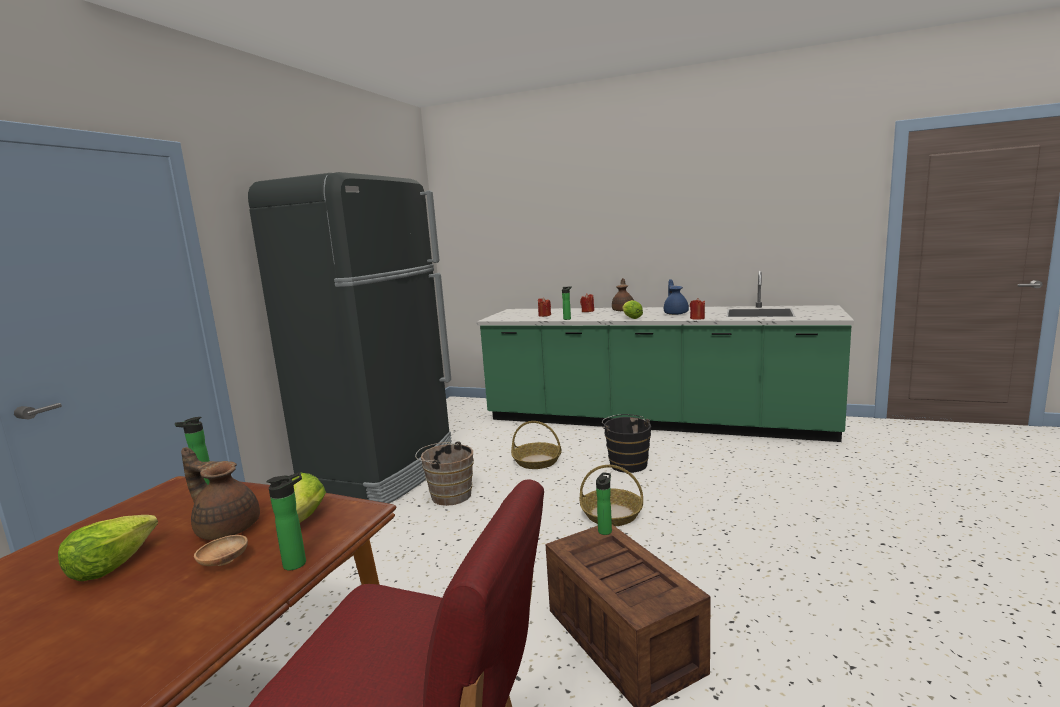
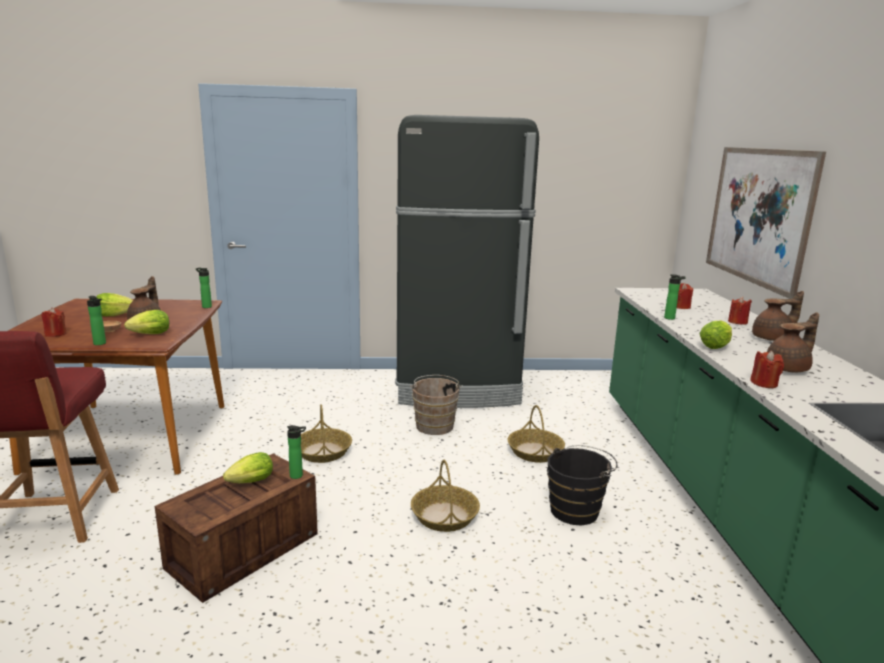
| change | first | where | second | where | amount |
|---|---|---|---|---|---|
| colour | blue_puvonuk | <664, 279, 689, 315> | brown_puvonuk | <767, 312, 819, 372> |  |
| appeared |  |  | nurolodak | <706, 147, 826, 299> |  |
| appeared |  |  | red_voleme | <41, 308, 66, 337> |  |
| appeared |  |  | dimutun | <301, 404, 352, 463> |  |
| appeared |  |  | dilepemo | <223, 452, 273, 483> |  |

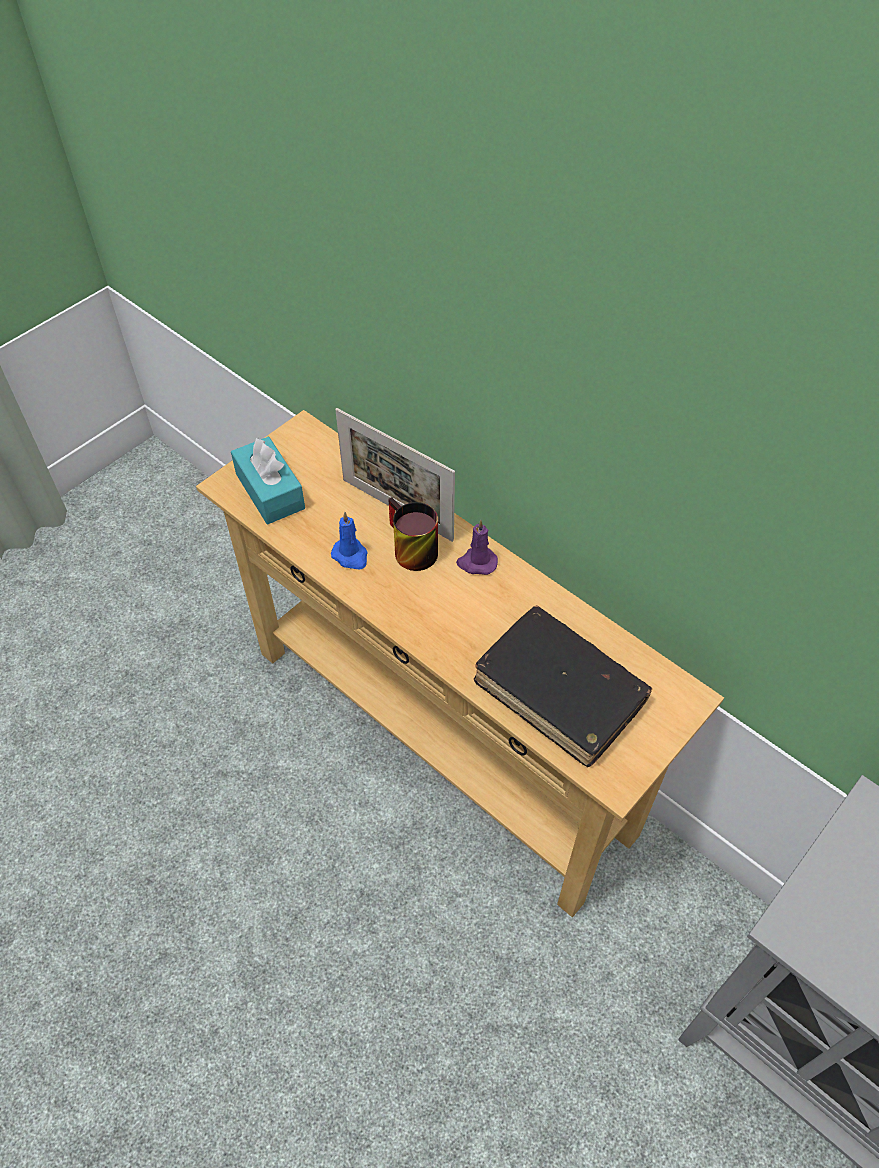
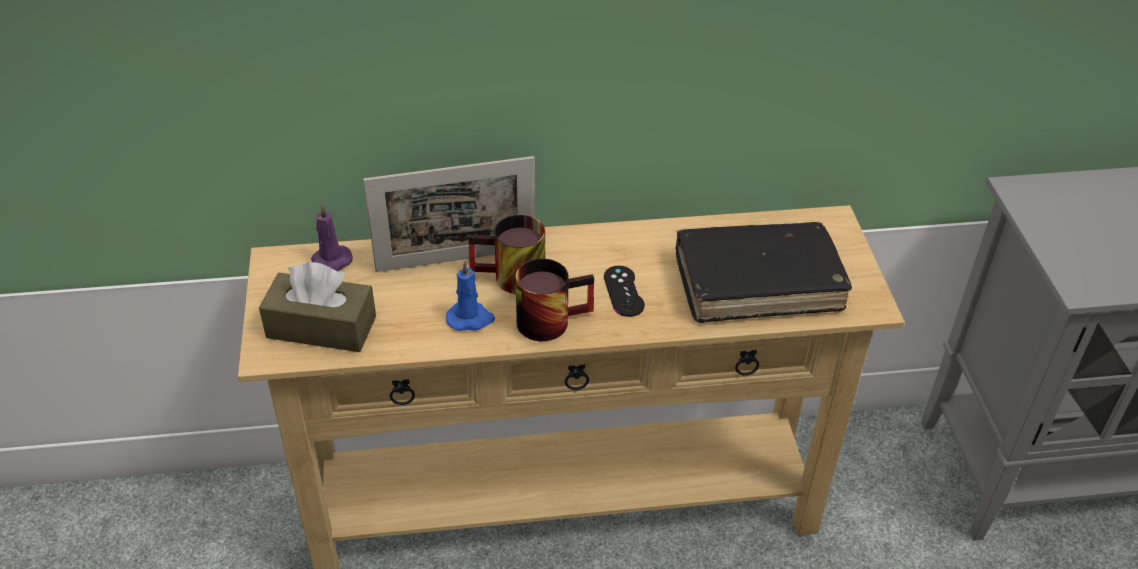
| change | first | where | second | where | amount |
|---|---|---|---|---|---|
| colour | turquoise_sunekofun | <231, 437, 305, 524> | brown_sunekofun | <259, 262, 376, 352> |  |
| relocated | purple_voleme | <456, 520, 498, 575> |  | <311, 204, 353, 271> |  |
| appeared |  |  | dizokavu | <516, 259, 594, 341> |  |
| appeared |  |  | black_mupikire | <604, 266, 645, 317> |  |

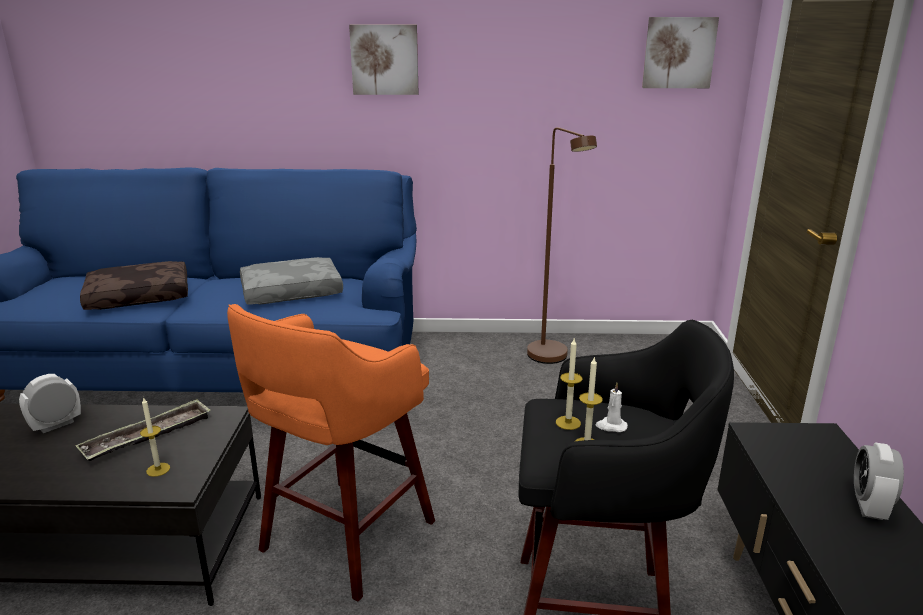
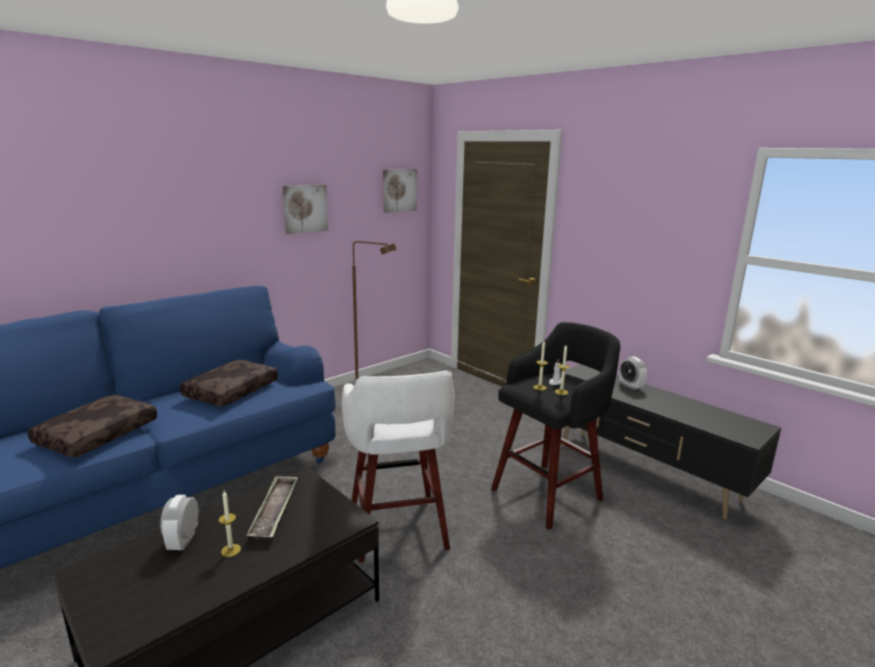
| change | first | where | second | where | amount |
|---|---|---|---|---|---|
| relocated | nurolodak | <349, 25, 419, 95> |  | <283, 184, 328, 234> |  |
| colour | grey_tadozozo | <240, 257, 343, 304> | brown_tadozozo | <180, 360, 278, 407> |  |
| colour | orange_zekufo | <227, 304, 435, 601> | white_zekufo | <342, 371, 454, 563> |  |
| relocated | voleme | <140, 397, 170, 477> |  | <219, 491, 241, 557> |  |

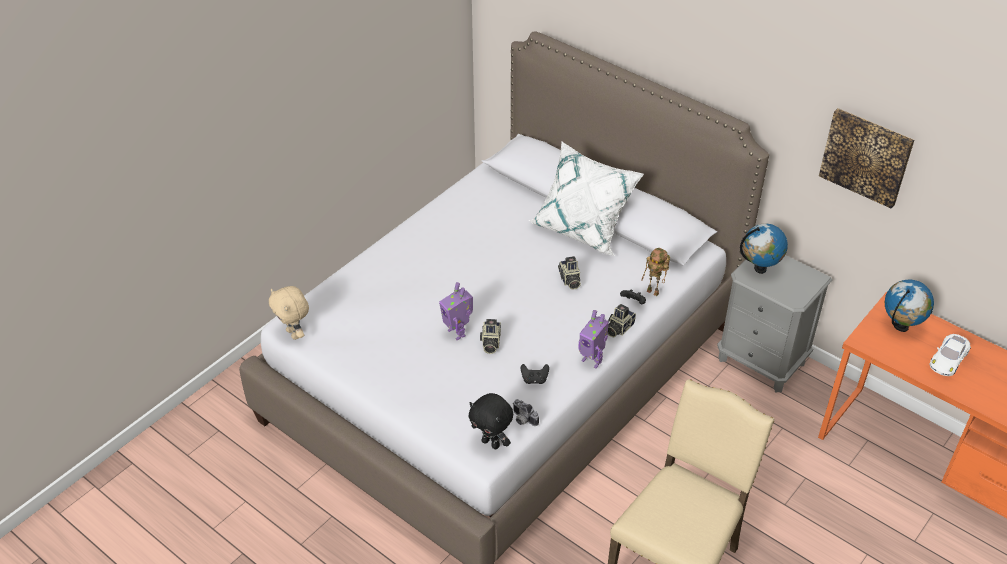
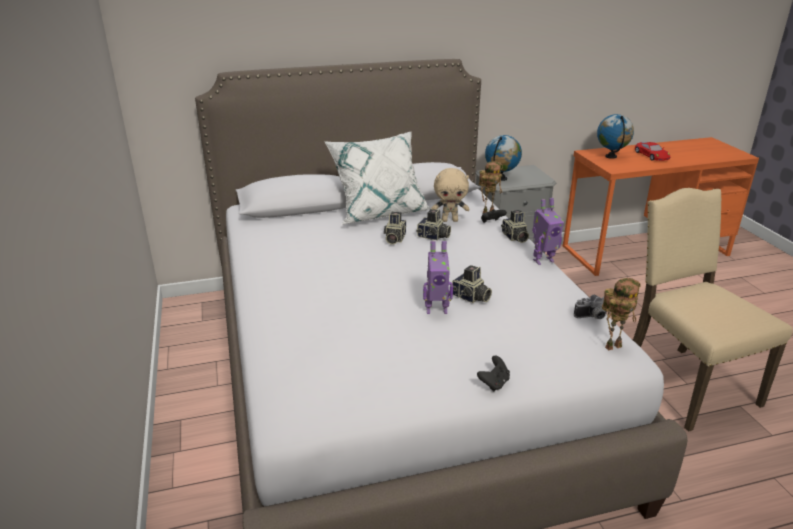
| change | first | where | second | where | amount |
|---|---|---|---|---|---|
| missing | nurolodak | <819, 108, 914, 209> |  |  |  |
| relocated | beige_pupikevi | <269, 286, 309, 340> |  | <431, 168, 470, 222> |  |
| colour | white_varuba | <930, 334, 971, 376> | red_varuba | <635, 142, 670, 161> |  |
| relocated | black_mupikire | <521, 364, 549, 384> |  | <477, 355, 510, 391> |  |
| exchanged | black_pupikevi | <469, 393, 513, 449> | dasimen | <602, 278, 640, 351> |  |
| appeared |  |  | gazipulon | <384, 212, 406, 244> |  |

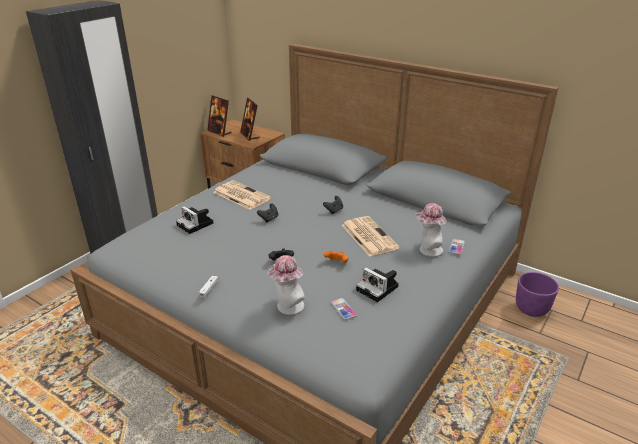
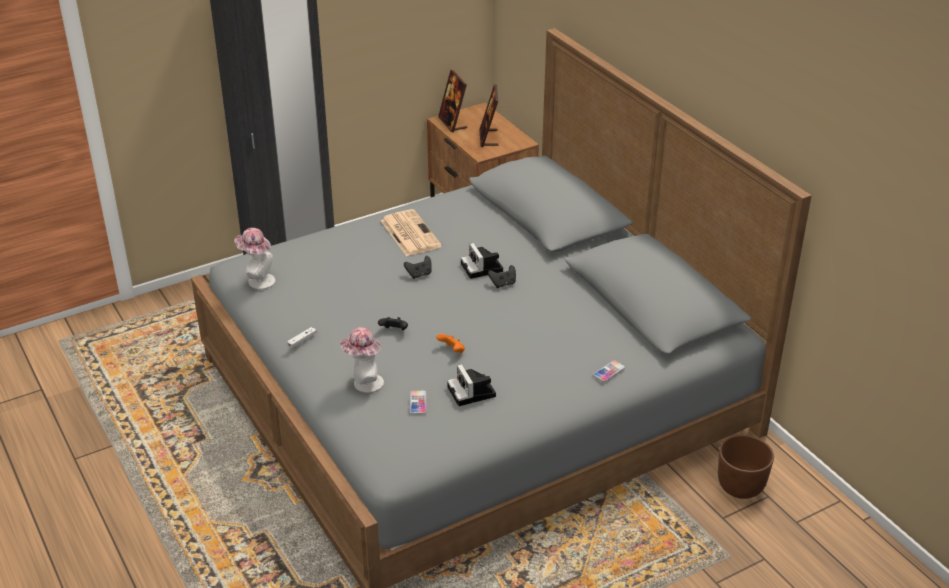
| change | first | where | second | where | amount |
|---|---|---|---|---|---|
| relocated | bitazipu | <416, 203, 447, 257> |  | <234, 228, 276, 289> |  |
| relocated | gazipulon | <176, 206, 214, 234> |  | <461, 243, 503, 279> |  |
| missing | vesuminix | <341, 216, 400, 257> |  |  |  |
| colour | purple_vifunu | <516, 272, 559, 317> | brown_vifunu | <718, 435, 774, 499> |  |

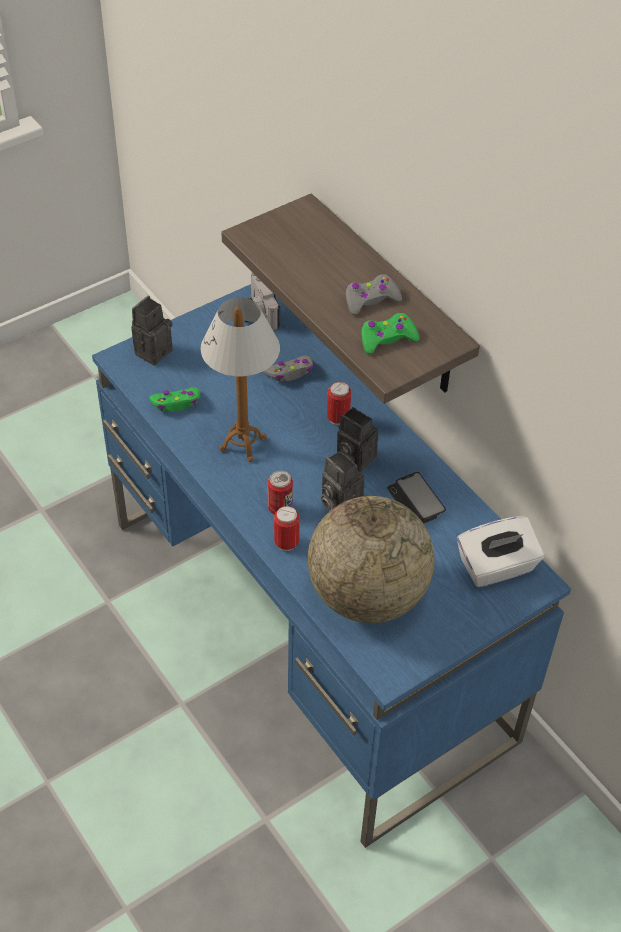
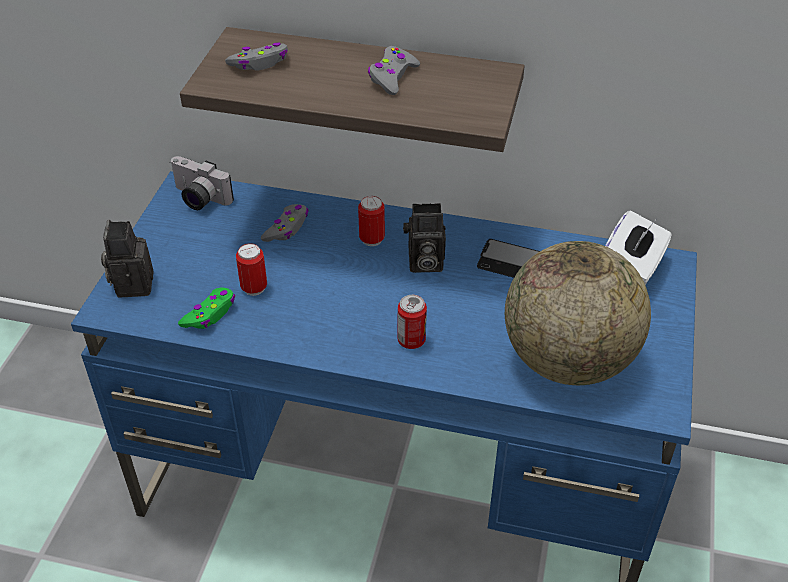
| change | first | where | second | where | amount |
|---|---|---|---|---|---|
| missing | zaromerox | <201, 297, 280, 462> |  |  |  |
| missing | green_mupikire | <361, 313, 419, 354> |  |  |  |
| missing | gazipulon | <321, 451, 365, 511> |  |  |  |
| relocated | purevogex | <274, 506, 300, 551> |  | <236, 243, 267, 296> |  |
| appeared |  |  | grey_mupikire | <225, 43, 288, 71> |  |

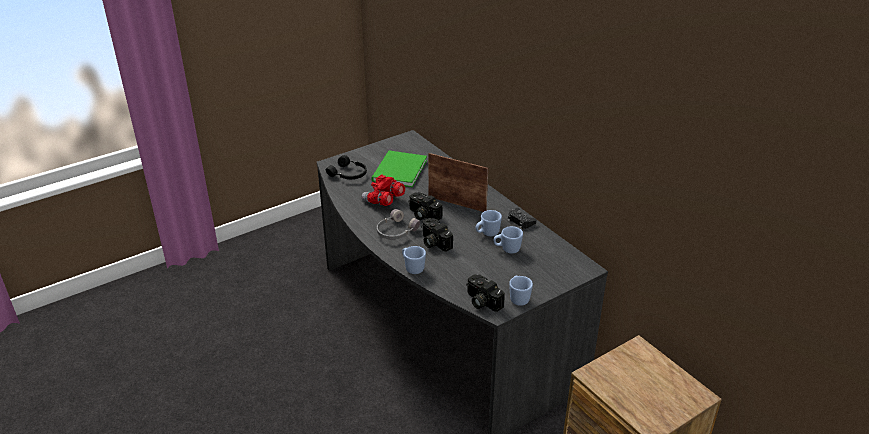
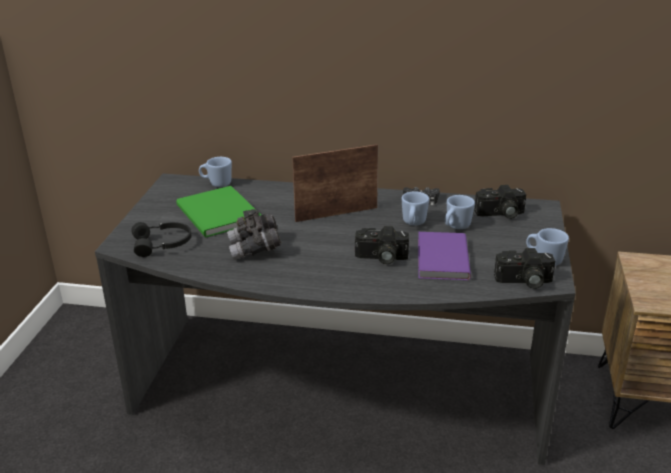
| change | first | where | second | where | amount |
|---|---|---|---|---|---|
| colour | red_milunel | <362, 174, 405, 206> | grey_milunel | <227, 209, 281, 260> |  |
| relocated | gazipulon | <408, 192, 442, 221> |  | <474, 185, 526, 219> |  |
| missing | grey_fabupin | <377, 209, 420, 239> |  |  |  |
| relocated | blue_dizokavu | <402, 246, 426, 274> |  | <199, 157, 232, 187> |  |
| appeared |  |  | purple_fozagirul | <418, 232, 471, 280> |  |

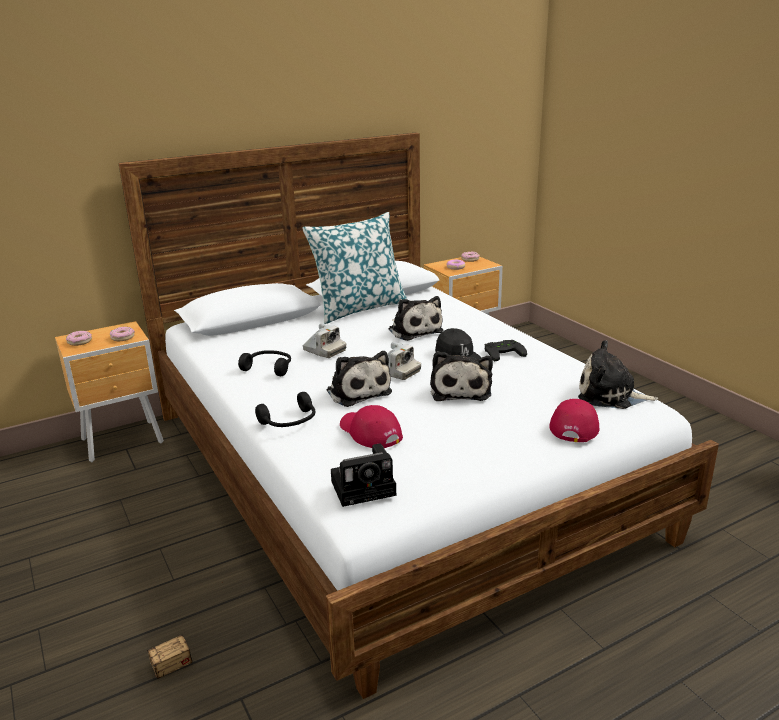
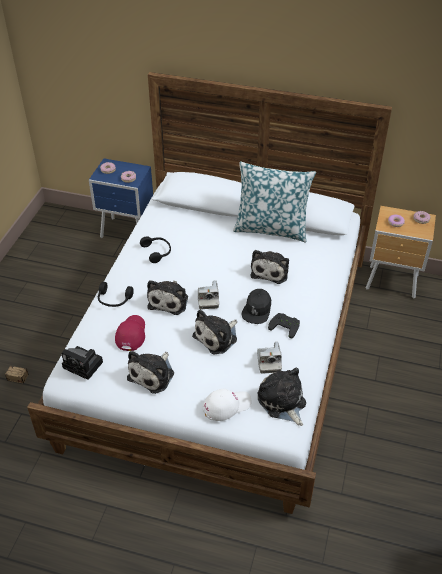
| change | first | where | second | where | amount |
|---|---|---|---|---|---|
| colour | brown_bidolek | <55, 321, 164, 462> | blue_bidolek | <89, 158, 153, 238> |  |
| relocated | gazipulon | <302, 323, 346, 358> |  | <257, 341, 282, 374> |  |
| colour | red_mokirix | <549, 399, 599, 442> | white_mokirix | <203, 389, 252, 421> |  |
| appeared |  |  | pupikevi | <127, 351, 174, 394> |  |

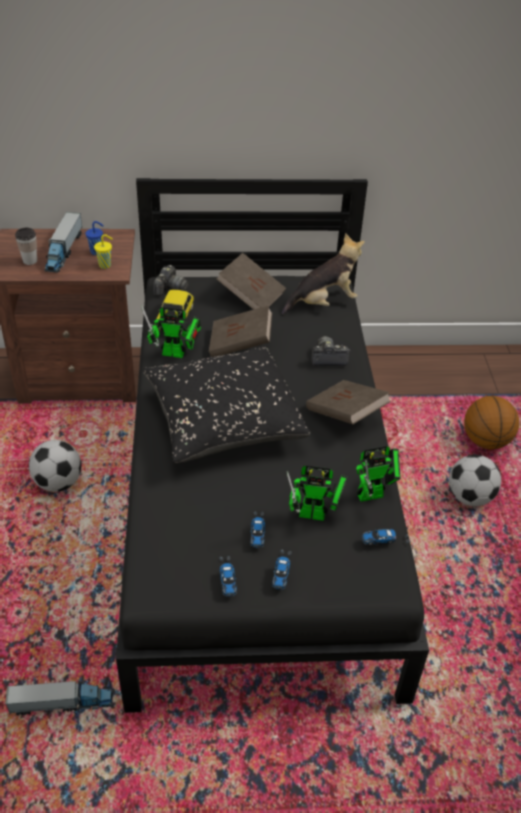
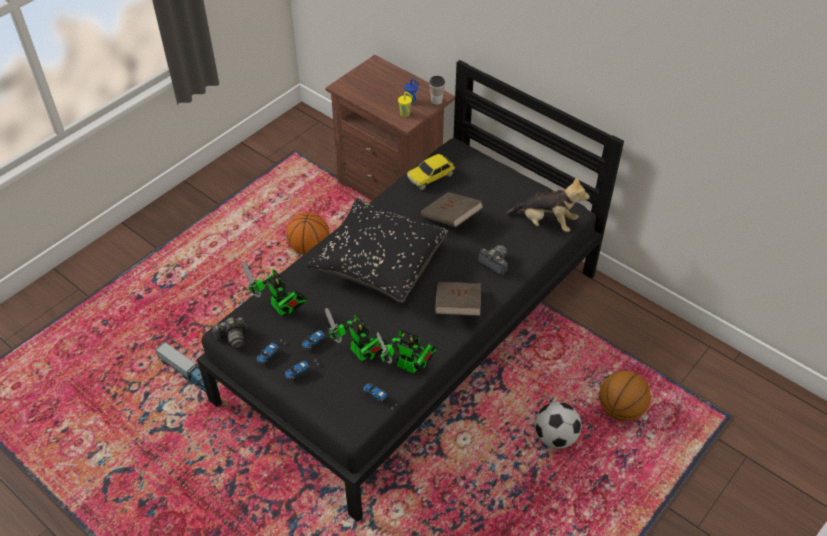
| change | first | where | second | where | amount |
|---|---|---|---|---|---|
| missing | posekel | <44, 212, 82, 273> |  |  |  |
| relocated | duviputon | <15, 228, 37, 265> |  | <429, 76, 445, 105> |  |
| missing | brown_fozagirul | <216, 253, 286, 310> |  |  |  |
| relocated | gazipulon | <153, 265, 189, 296> |  | <212, 317, 247, 349> |  |
| relocated | dasimen | <141, 305, 201, 358> |  | <242, 262, 307, 316> |  |
| exchanged | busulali | <29, 440, 81, 492> | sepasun | <287, 212, 329, 255> |  |

